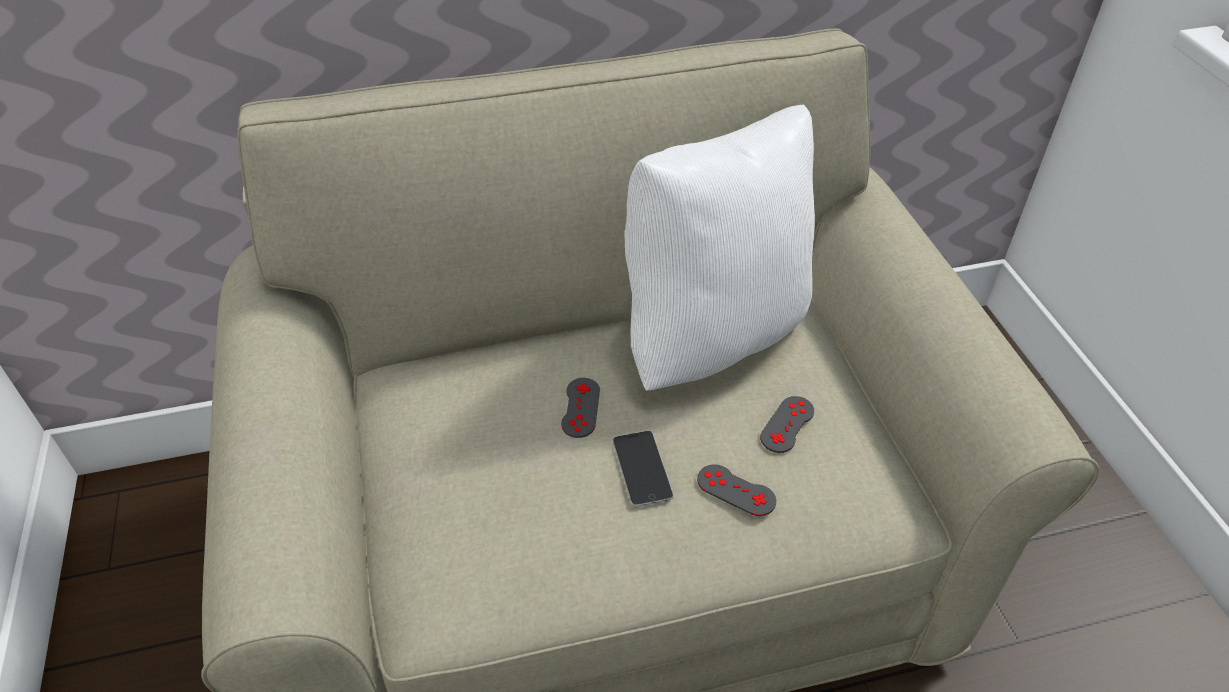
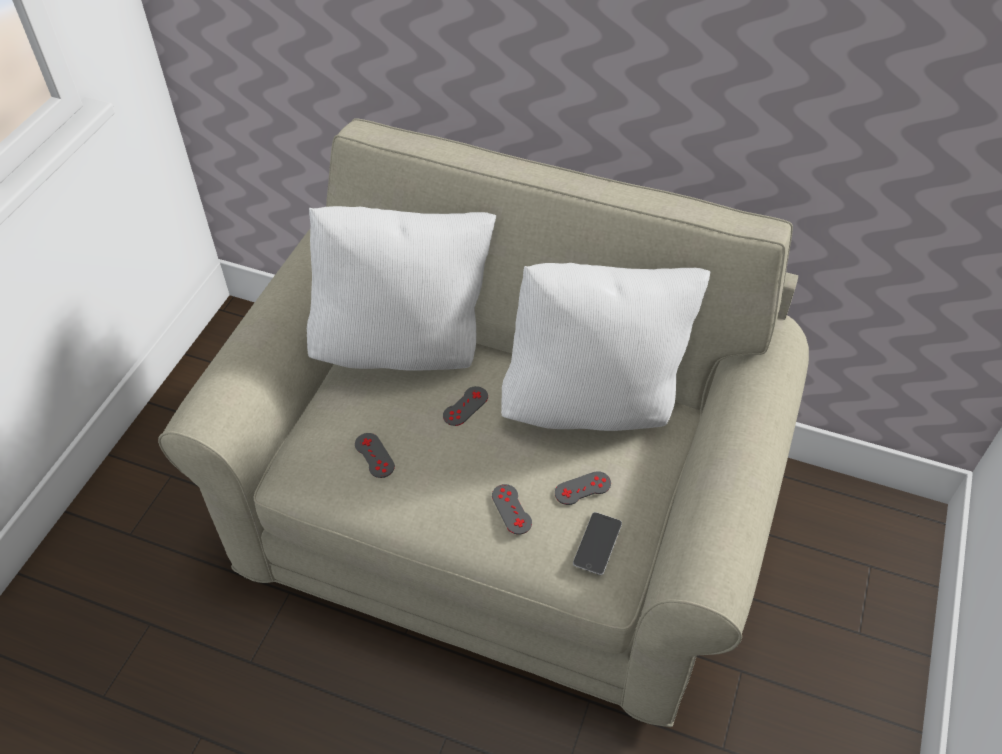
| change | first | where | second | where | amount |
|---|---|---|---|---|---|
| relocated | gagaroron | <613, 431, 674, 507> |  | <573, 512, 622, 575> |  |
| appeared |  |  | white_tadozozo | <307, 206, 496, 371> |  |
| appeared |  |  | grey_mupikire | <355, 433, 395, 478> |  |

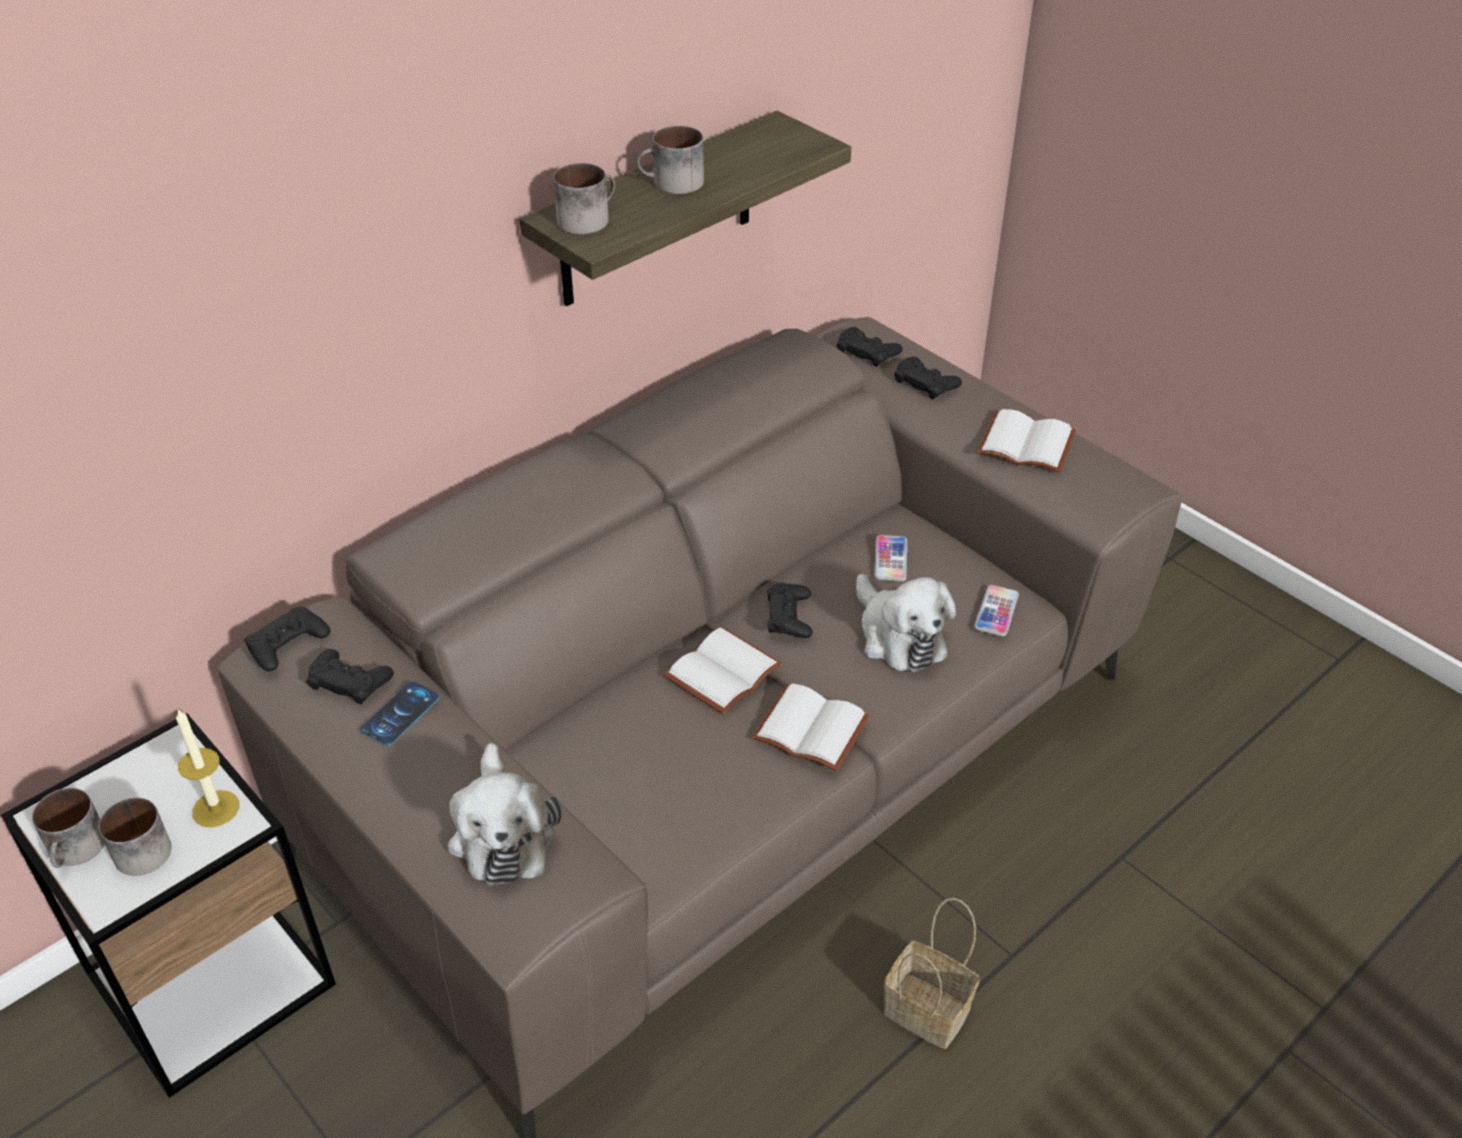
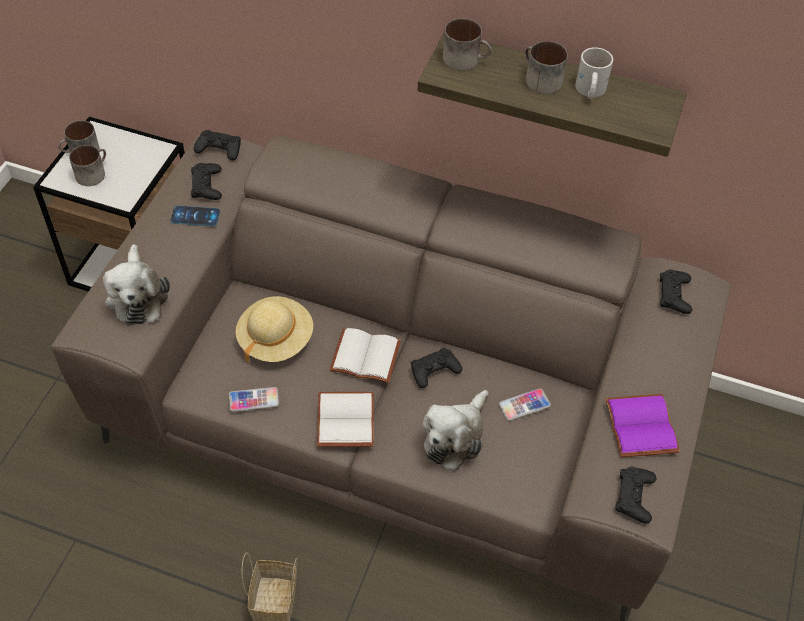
| change | first | where | second | where | amount |
|---|---|---|---|---|---|
| relocated | black_mupikire | <894, 357, 962, 399> |  | <616, 467, 656, 523> |  |
| colour | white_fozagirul | <977, 409, 1076, 473> | purple_fozagirul | <605, 394, 680, 457> |  |
| relocated | gagaroron | <974, 585, 1019, 636> |  | <229, 387, 279, 412> |  |
| missing | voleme | <176, 709, 239, 827> |  |  |  |
| spun | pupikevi | <448, 743, 562, 886> |  | <103, 244, 170, 326> | 60 degrees counterclockwise |
| appeared |  |  | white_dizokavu | <575, 47, 613, 99> |  |
| appeared |  |  | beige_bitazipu | <235, 296, 313, 363> |  |

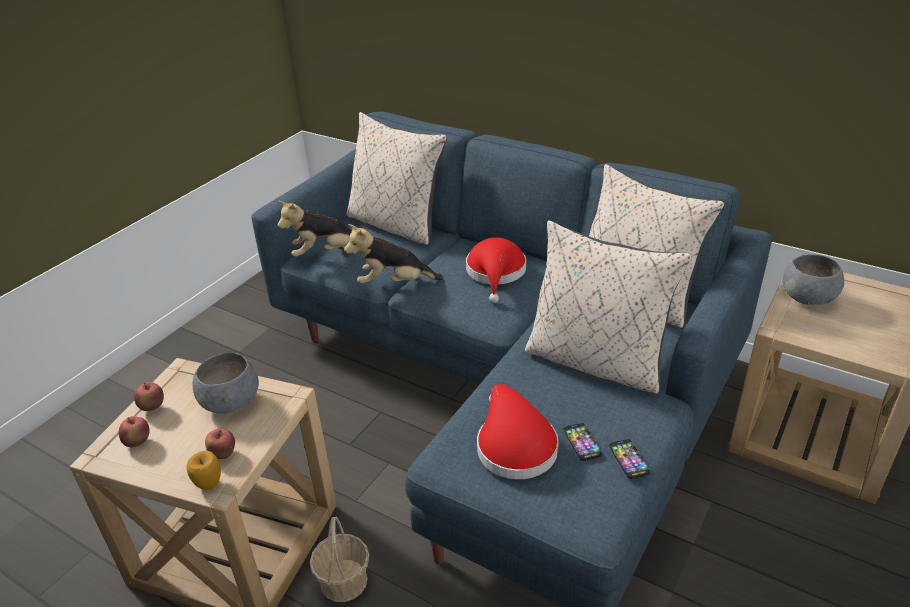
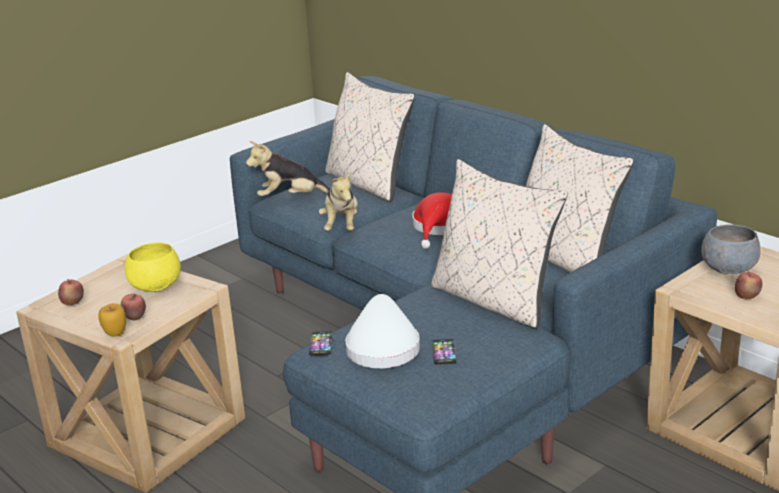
| change | first | where | second | where | amount |
|---|---|---|---|---|---|
| spun | pupikevi | <344, 224, 443, 283> |  | <319, 171, 358, 231> | 105 degrees counterclockwise |
| colour | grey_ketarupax | <192, 353, 259, 414> | yellow_ketarupax | <125, 242, 181, 292> |  |
| relocated | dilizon | <134, 382, 164, 411> |  | <735, 271, 762, 299> |  |
| colour | red_bitazipu | <477, 384, 559, 479> | white_bitazipu | <345, 294, 420, 368> |  |
| relocated | gagaroron | <609, 439, 650, 479> |  | <309, 331, 333, 356> |  |
| missing | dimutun | <310, 517, 369, 602> |  |  |  |

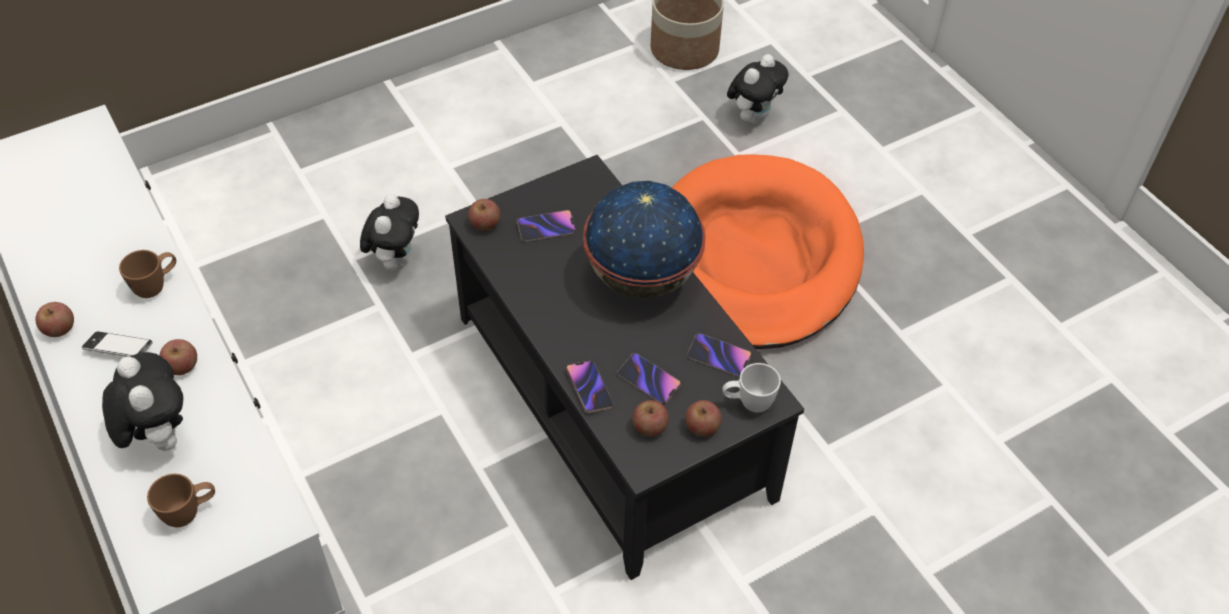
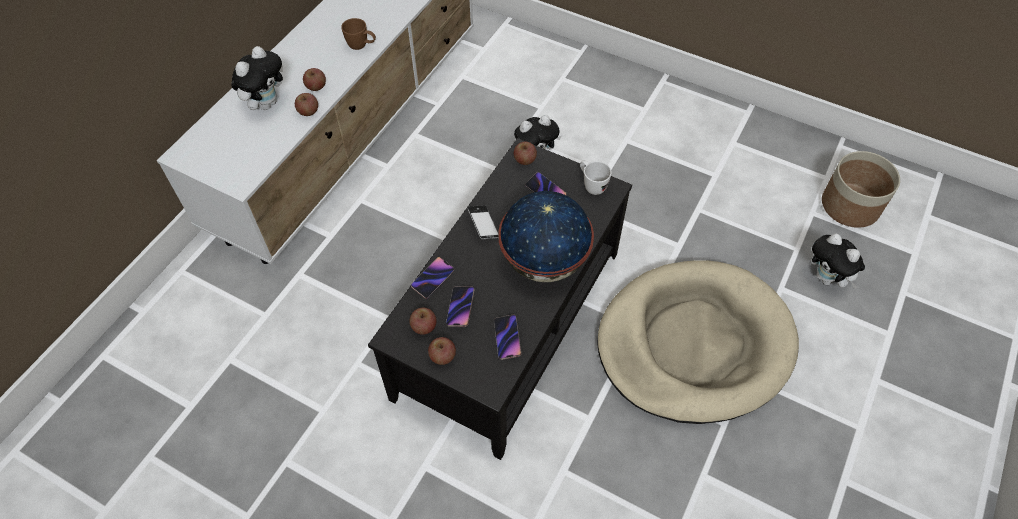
| change | first | where | second | where | amount |
|---|---|---|---|---|---|
| spun | pupikevi | <727, 54, 789, 124> |  | <810, 233, 865, 289> | 45 degrees clockwise |
| colour | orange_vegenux | <672, 154, 864, 349> | beige_vegenux | <597, 260, 799, 424> |  |
| relocated | dilizon | <36, 302, 74, 337> |  | <295, 93, 318, 116> |  |
| relocated | gagaroron | <82, 331, 153, 357> |  | <467, 205, 499, 239> |  |
| relocated | white_dizokavu | <722, 363, 781, 412> |  | <580, 160, 612, 195> |  |
| missing | brown_dizokavu | <147, 474, 215, 527> |  |  |  |

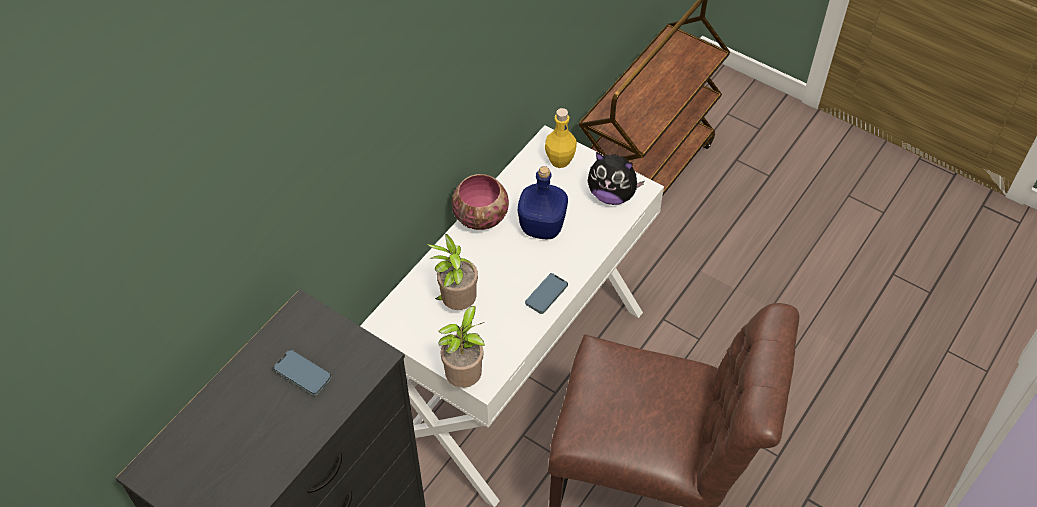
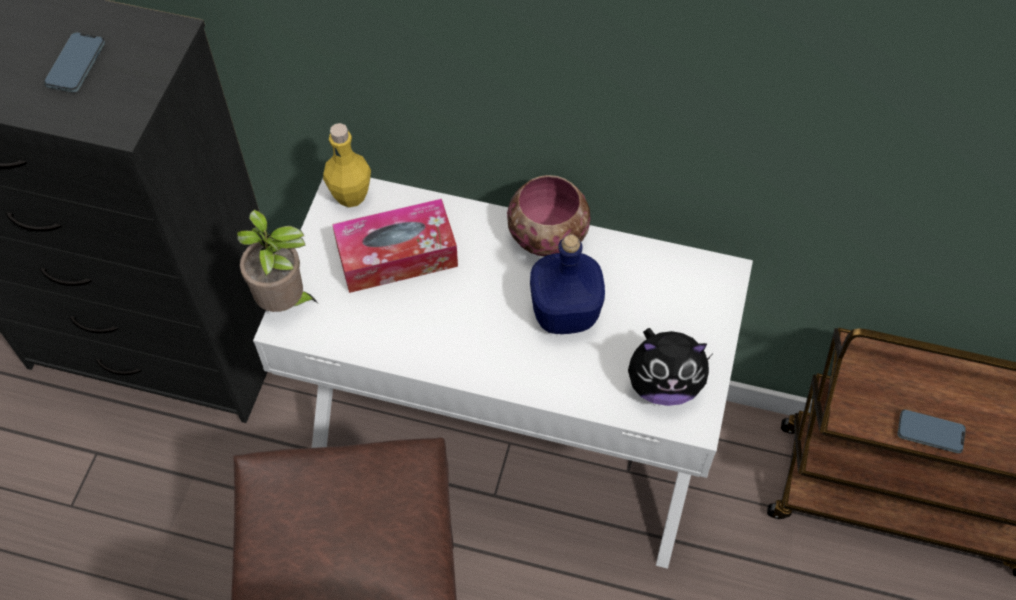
| change | first | where | second | where | amount |
|---|---|---|---|---|---|
| relocated | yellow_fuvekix | <545, 108, 577, 168> |  | <323, 123, 371, 207> |  |
| spun | pupikevi | <588, 152, 645, 205> |  | <628, 328, 712, 406> | 90 degrees counterclockwise |
| exchanged | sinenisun | <427, 233, 478, 310> | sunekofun | <332, 199, 458, 293> |  |
| relocated | gagaroron | <525, 273, 568, 314> |  | <897, 410, 966, 453> |  |

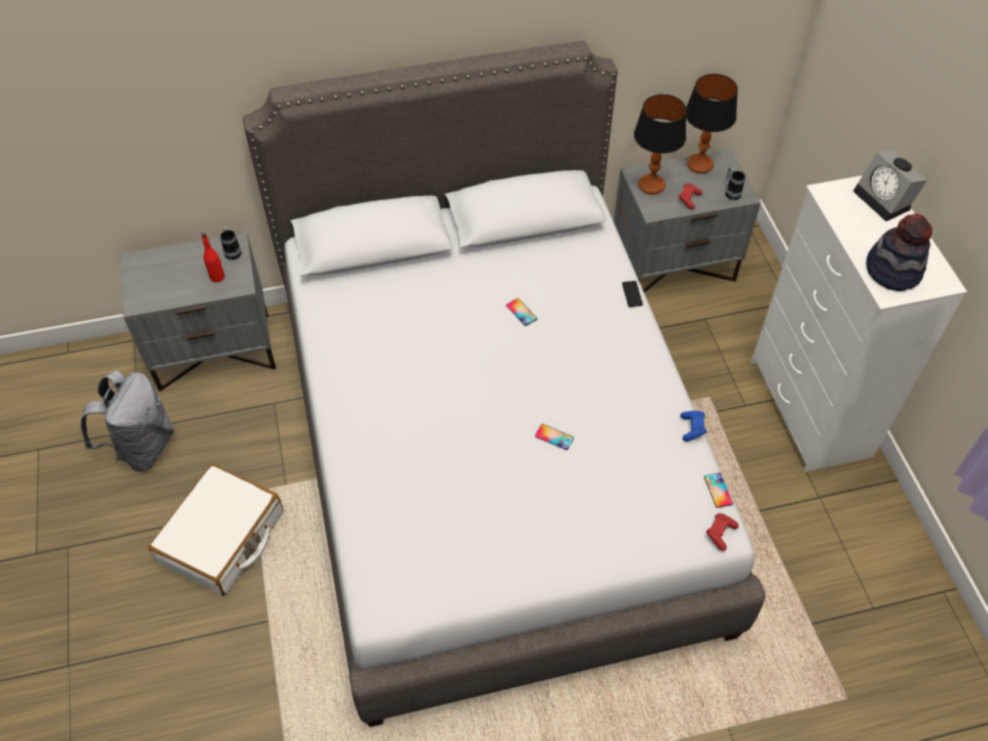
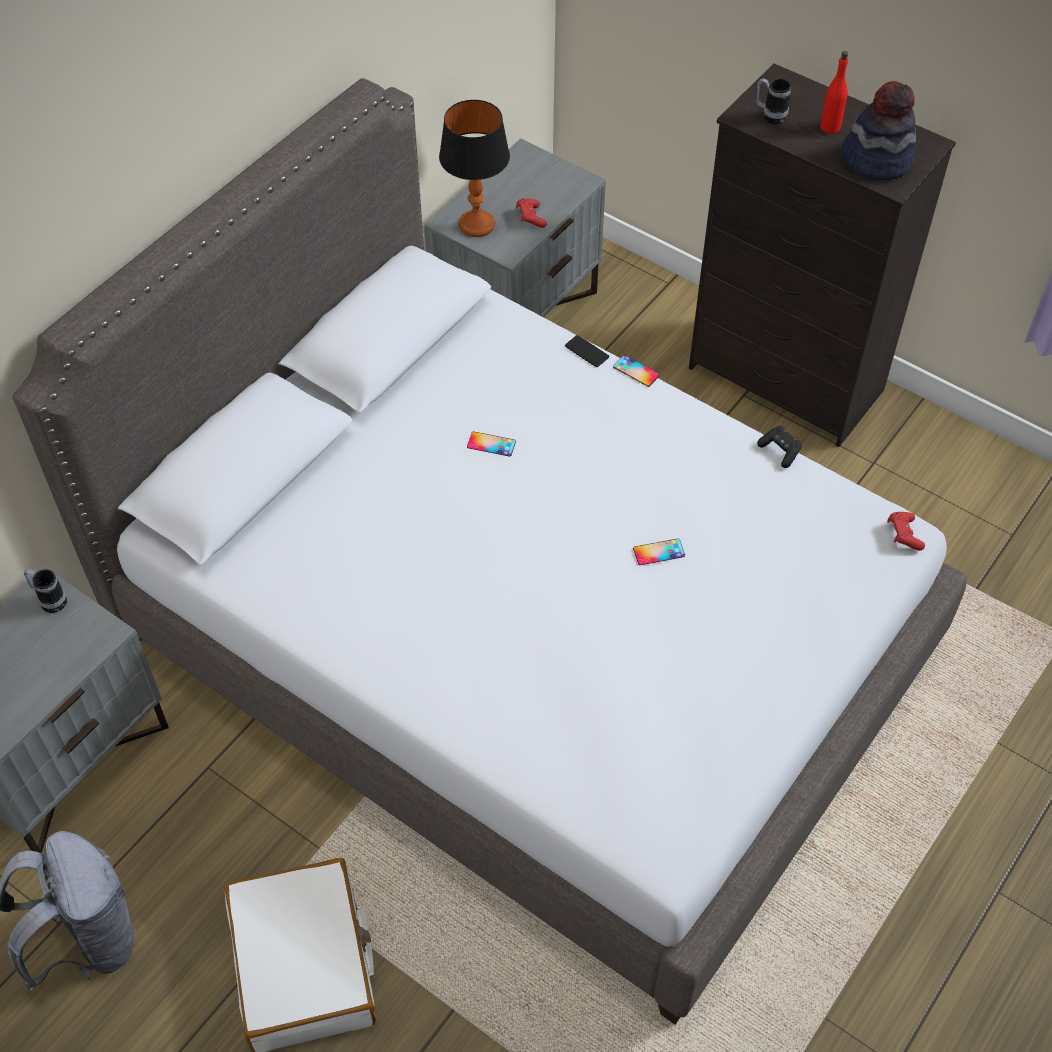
| change | first | where | second | where | amount |
|---|---|---|---|---|---|
| missing | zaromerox | <686, 74, 738, 174> |  |  |  |
| missing | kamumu | <853, 150, 927, 221> |  |  |  |
| relocated | dizokavu | <725, 167, 745, 200> |  | <756, 78, 791, 125> |  |
| colour | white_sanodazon | <751, 175, 967, 472> | black_sanodazon | <689, 63, 956, 447> |  |
| relocated | red_fuvekix | <201, 232, 225, 282> |  | <820, 51, 848, 134> |  |
| colour | blue_mupikire | <680, 411, 706, 441> | black_mupikire | <757, 426, 802, 468> |  |
| relocated | gagaroron | <704, 473, 733, 508> |  | <613, 355, 660, 387> |  |

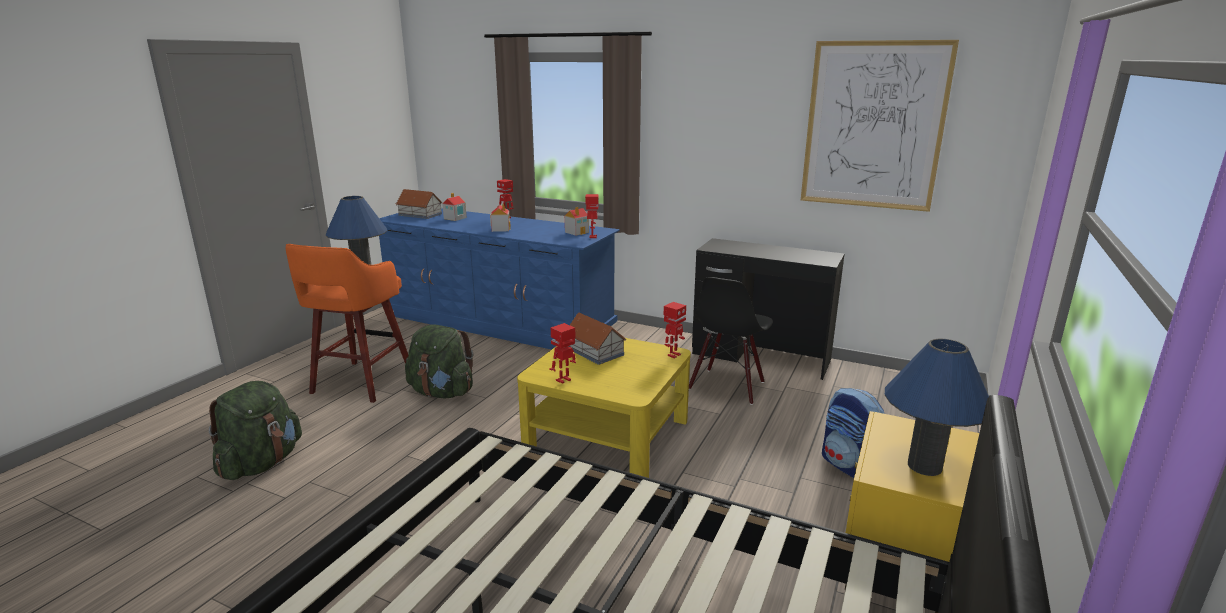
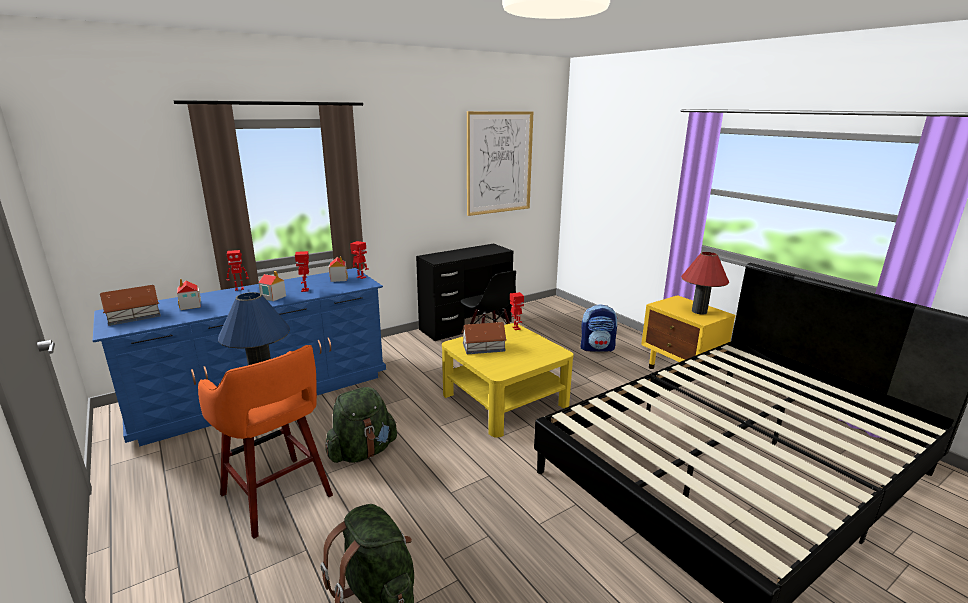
| change | first | where | second | where | amount |
|---|---|---|---|---|---|
| relocated | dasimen | <549, 323, 576, 384> |  | <295, 251, 309, 292> |  |
| colour | blue_zaromerox | <885, 339, 989, 476> | red_zaromerox | <681, 252, 729, 314> |  |

